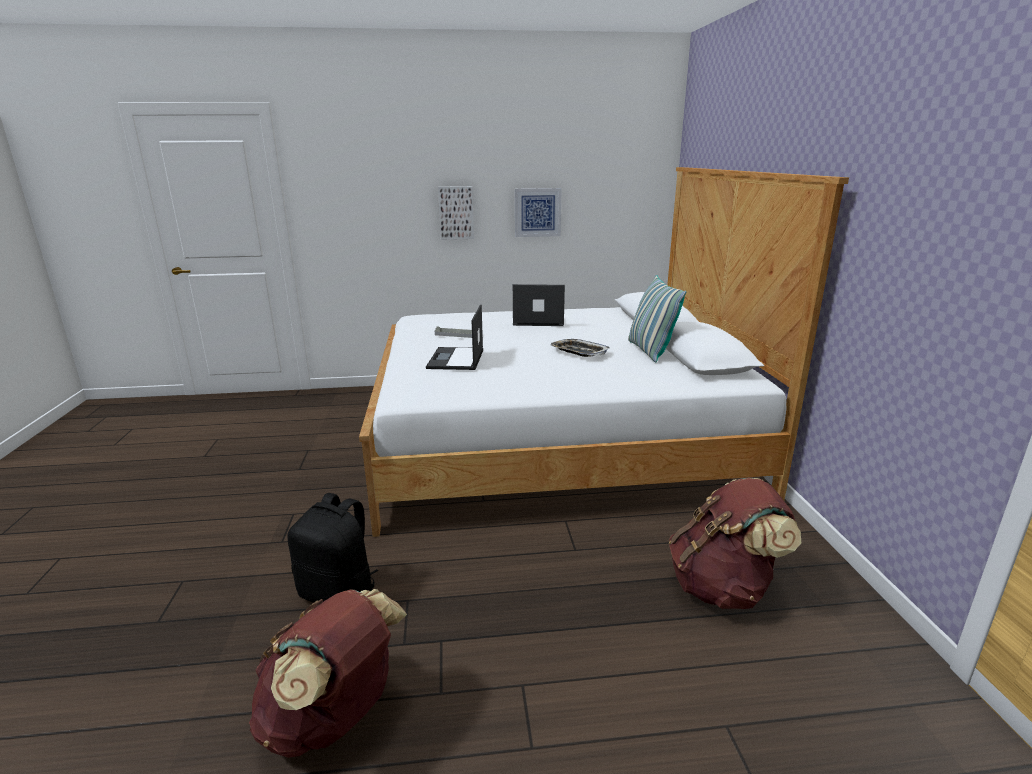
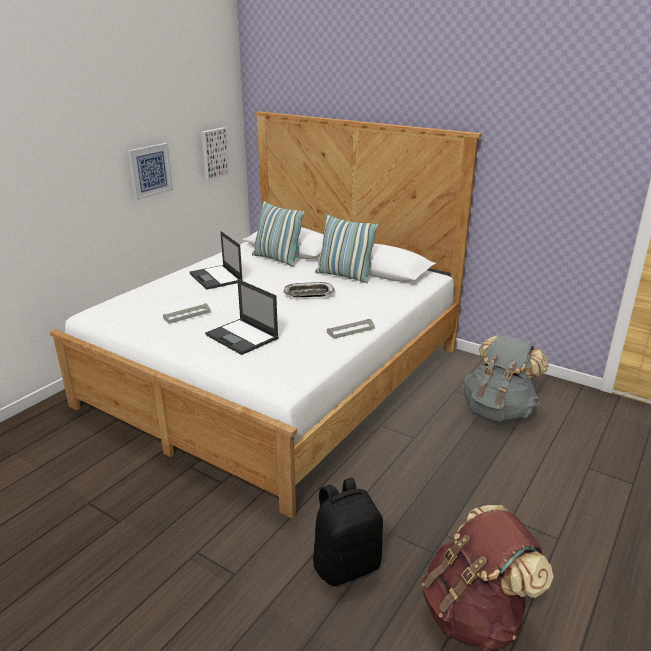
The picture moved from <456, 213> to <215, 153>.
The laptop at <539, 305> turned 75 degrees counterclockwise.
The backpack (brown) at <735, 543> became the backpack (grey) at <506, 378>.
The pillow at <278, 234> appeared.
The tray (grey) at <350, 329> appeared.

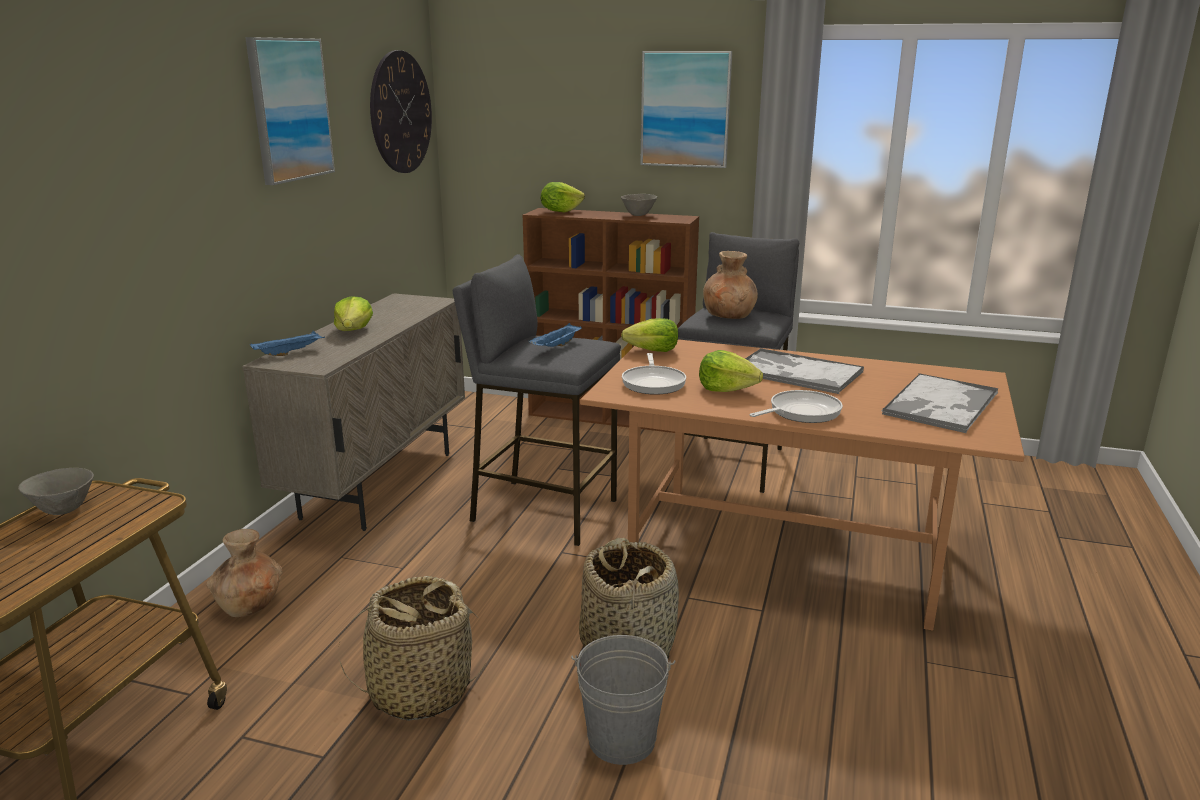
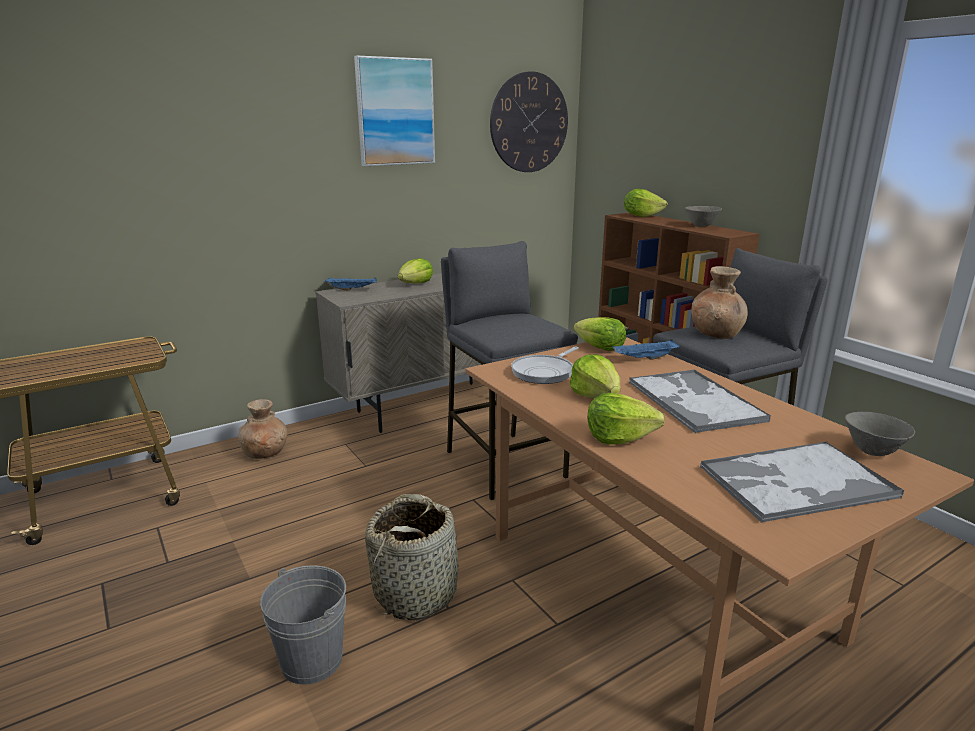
The bowl (grey) moved from <56, 491> to <880, 434>.
The basket at <412, 648> disappeared.
The tray (blue) moved from <555, 335> to <646, 349>.
The picture at <686, 109> disappeared.
The frying pan at <796, 406> was replaced by the lettuce at <626, 419>.

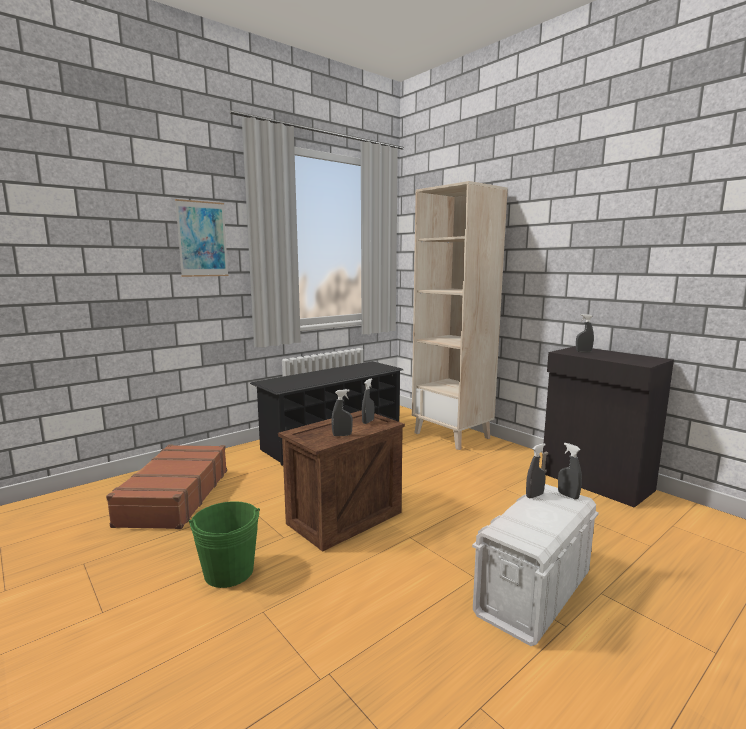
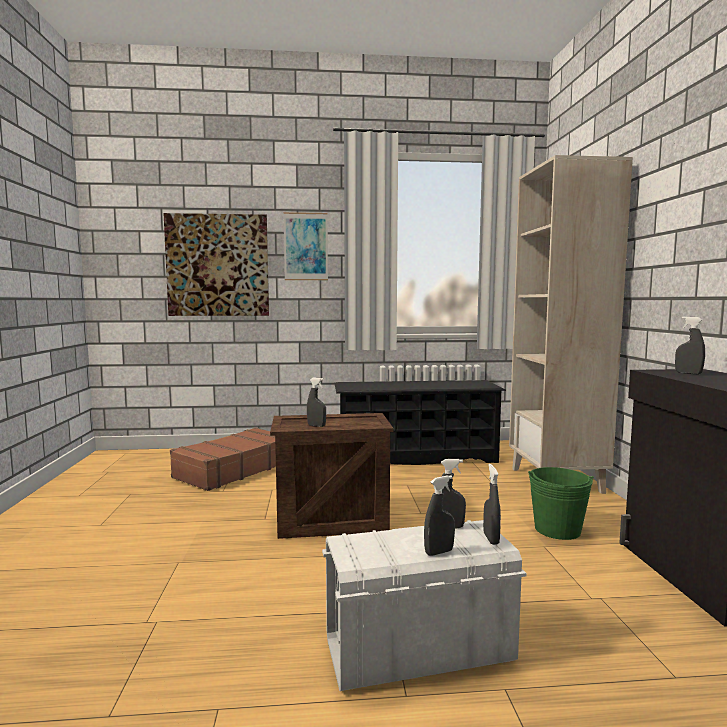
The bucket (green) moved from <224, 544> to <561, 503>.
The spray bottle (grey) moved from <368, 401> to <439, 515>.
The picture at <216, 264> appeared.

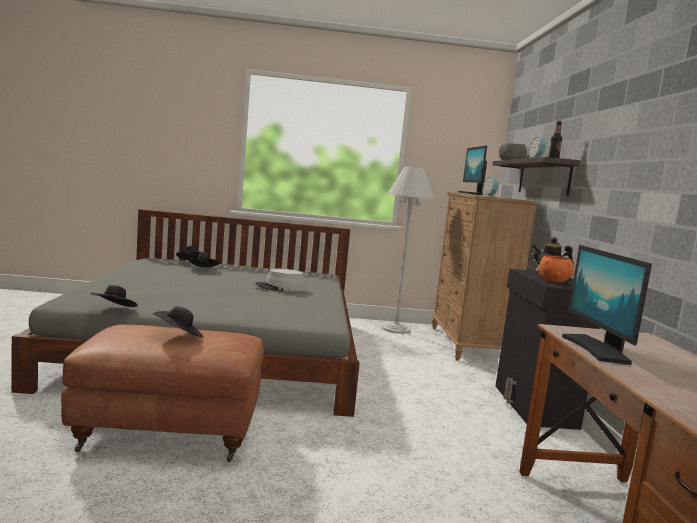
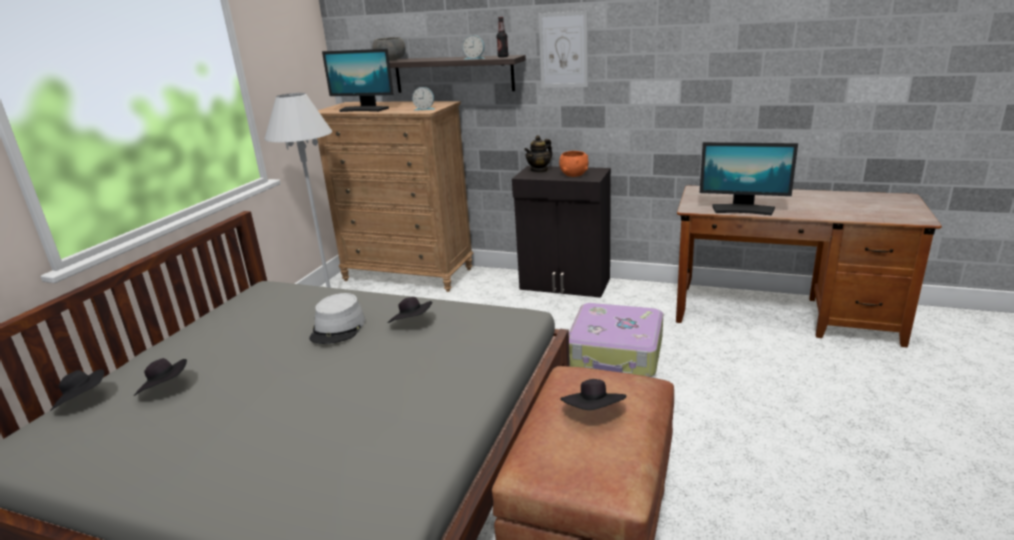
The hat (black) moved from <114, 296> to <410, 310>.
The picture at <563, 49> appeared.
The suitcase at <616, 340> appeared.

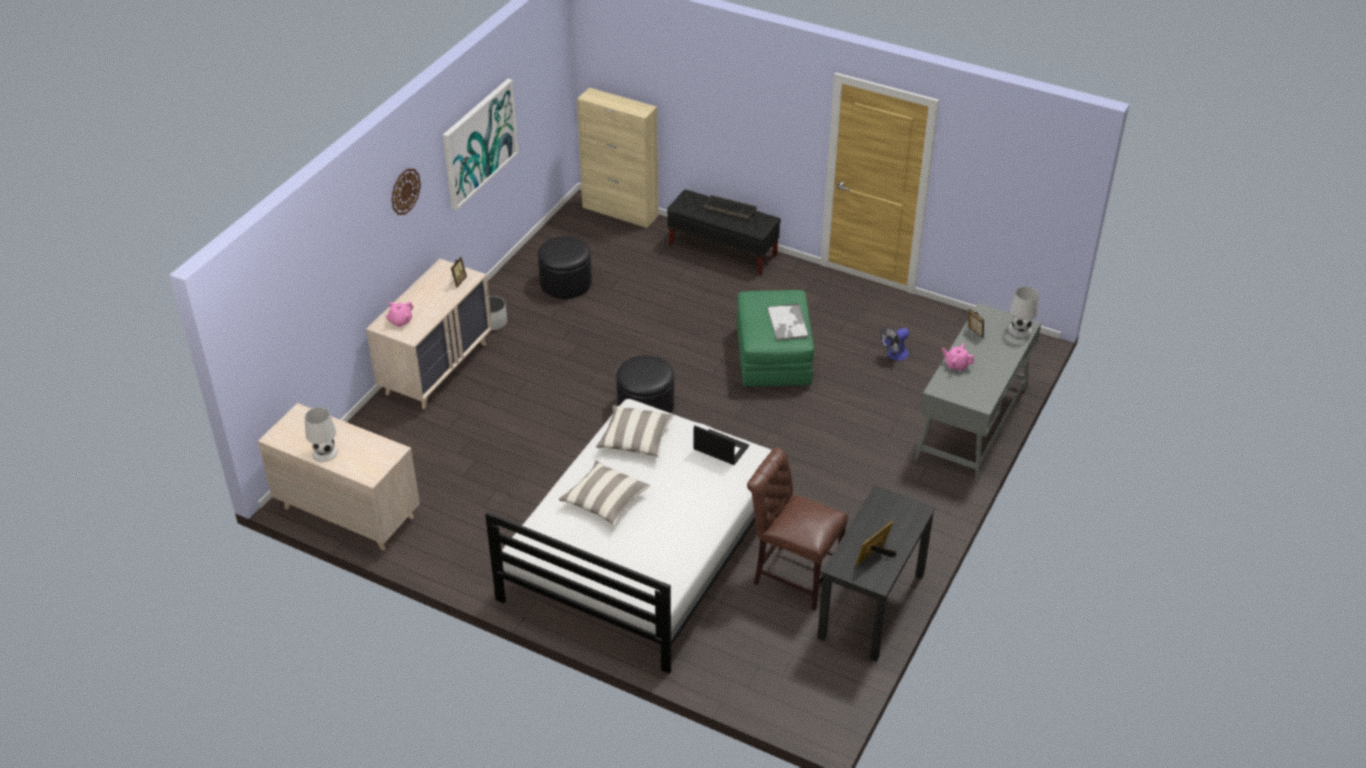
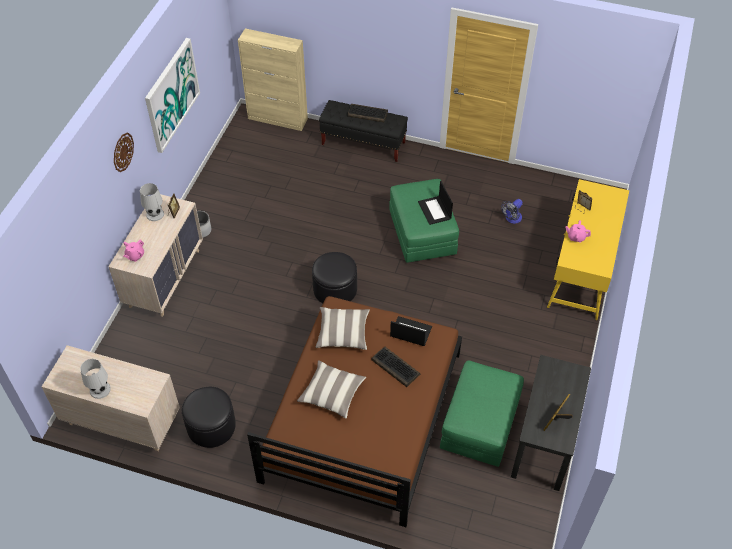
The bed (white) at <628, 536> became the bed (brown) at <354, 411>.
The ottoman (black) moved from <565, 267> to <209, 417>.
The chair (brown) at <797, 528> was replaced by the ottoman (green) at <482, 414>.
The tray at <788, 322> was replaced by the laptop at <435, 203>.
The desk (grey) at <978, 392> became the desk (yellow) at <588, 249>.
The table lamp (white) moved from <1023, 312> to <152, 202>.
The keyboard at <396, 367> appeared.

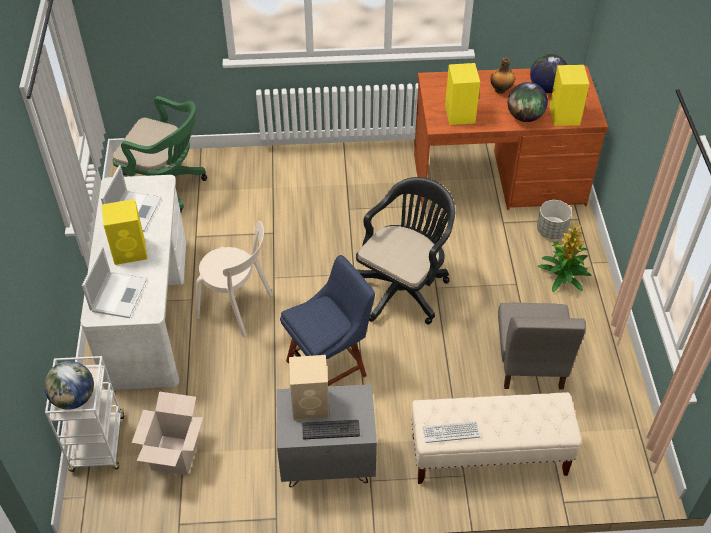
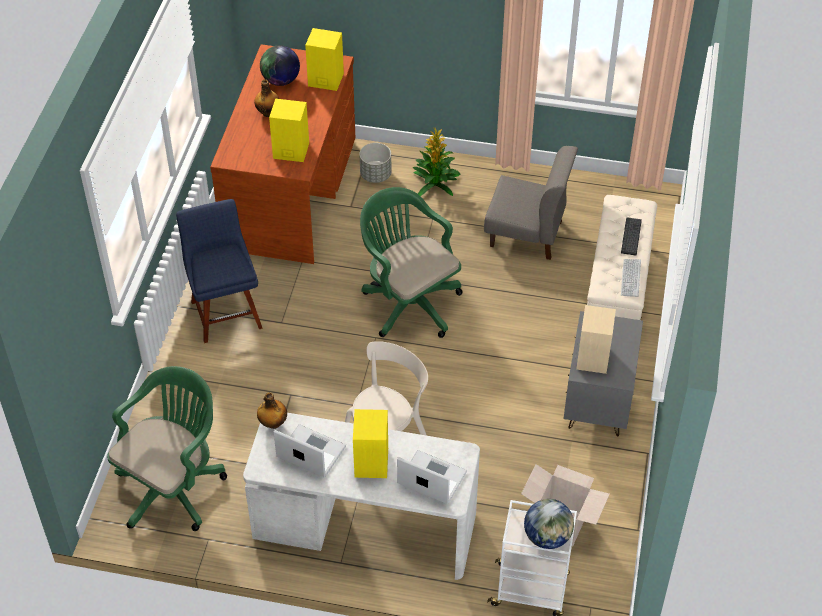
The chair (blue) moved from <327, 320> to <219, 271>.
The keyboard moved from <331, 429> to <631, 236>.
The office chair (black) at <405, 251> became the office chair (green) at <411, 262>.
The globe at <528, 102> disappeared.
The bottle at <272, 410> appeared.

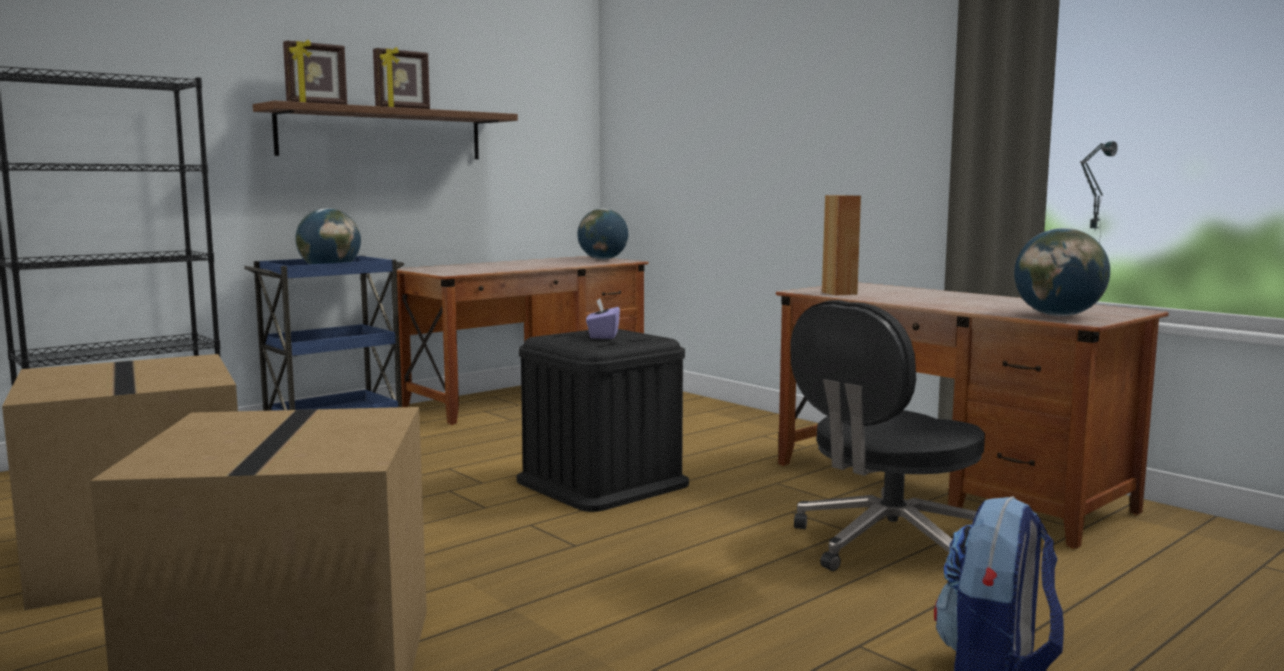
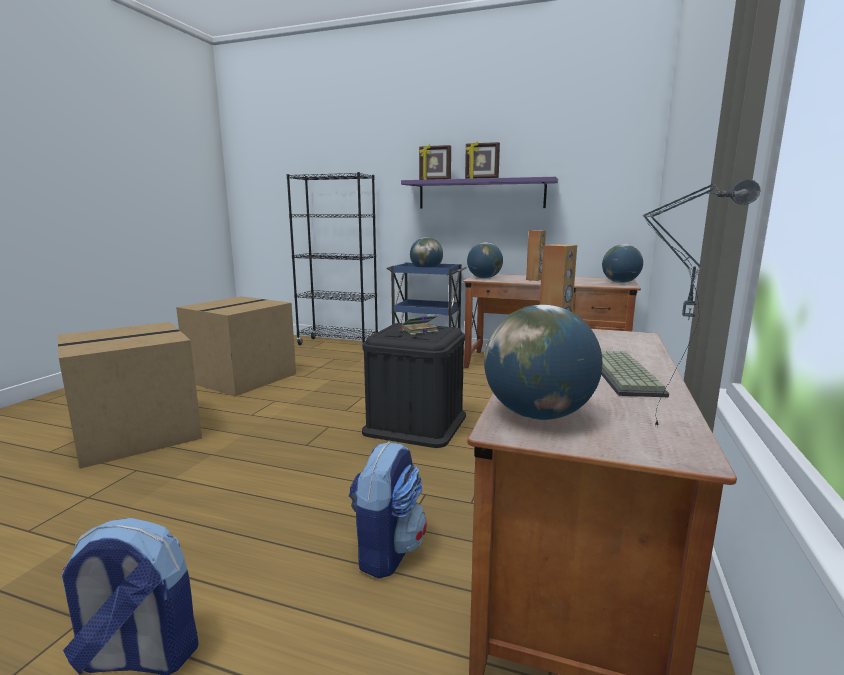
The shelf (brown) at <385, 130> became the shelf (purple) at <479, 193>.
The tissue box (purple) at <603, 318> was replaced by the book at <419, 325>.
The office chair (black) at <888, 435> was replaced by the backpack at <387, 510>.
The globe at <485, 260> appeared.
The speaker (brown) at <536, 255> appeared.
The keyboard at <635, 374> appeared.

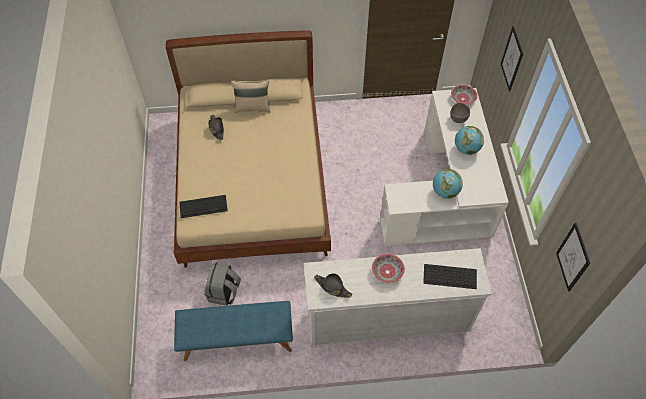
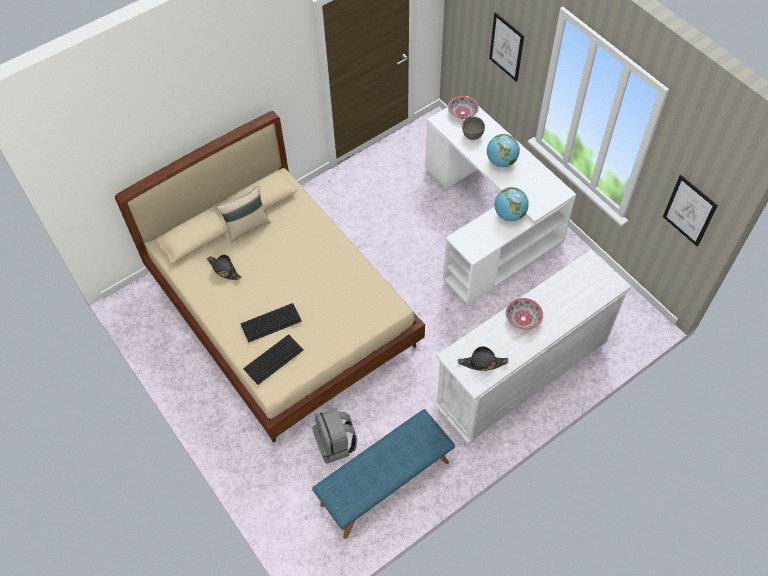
The keyboard moved from <450, 276> to <271, 323>.

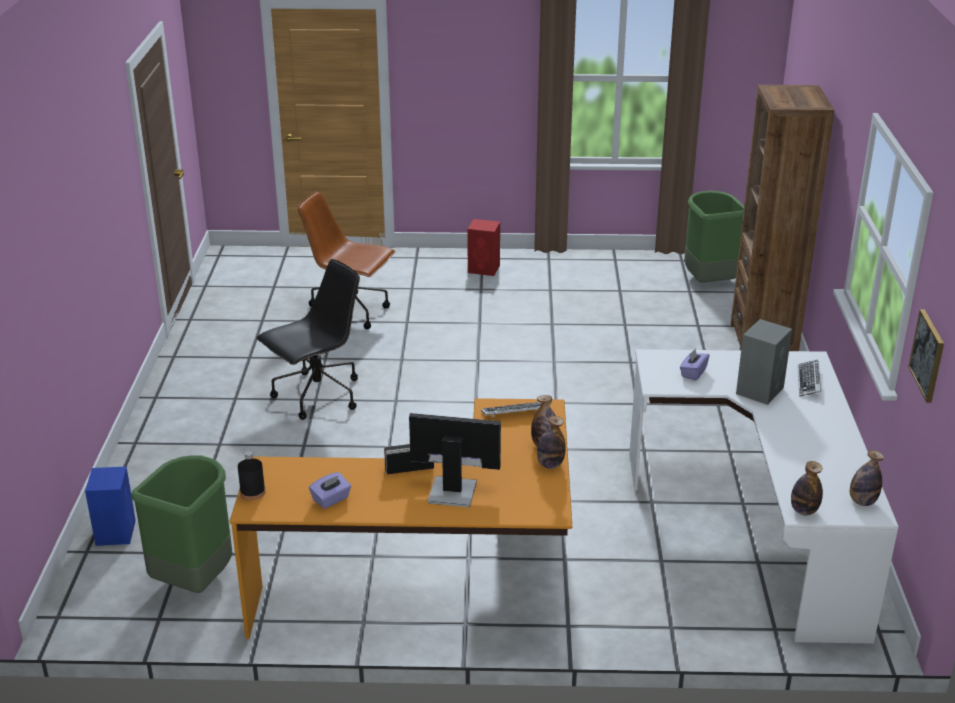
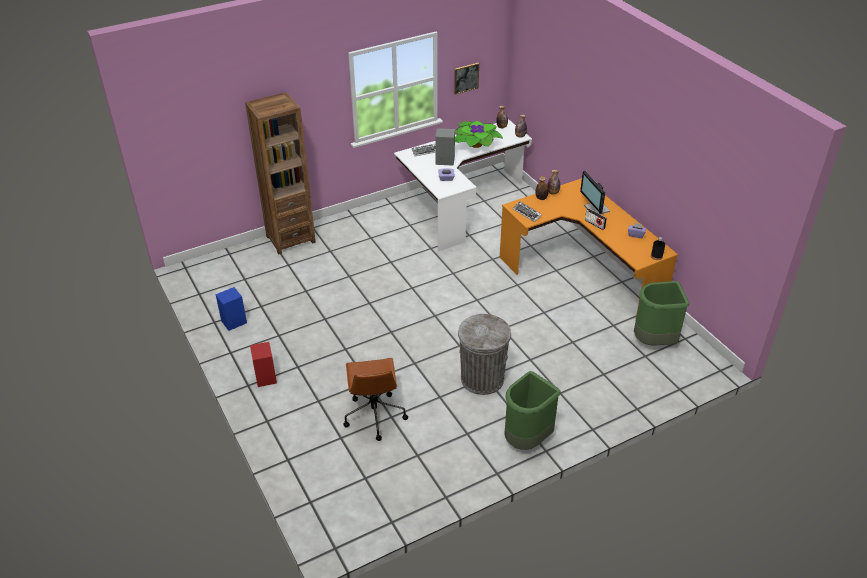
The speaker (blue) moved from <110, 506> to <231, 309>.
The office chair (black) at <308, 339> was replaced by the trash can (grey) at <484, 354>.
The trash can (green) moved from <714, 236> to <532, 410>.
The potted plant at <479, 134> appeared.

